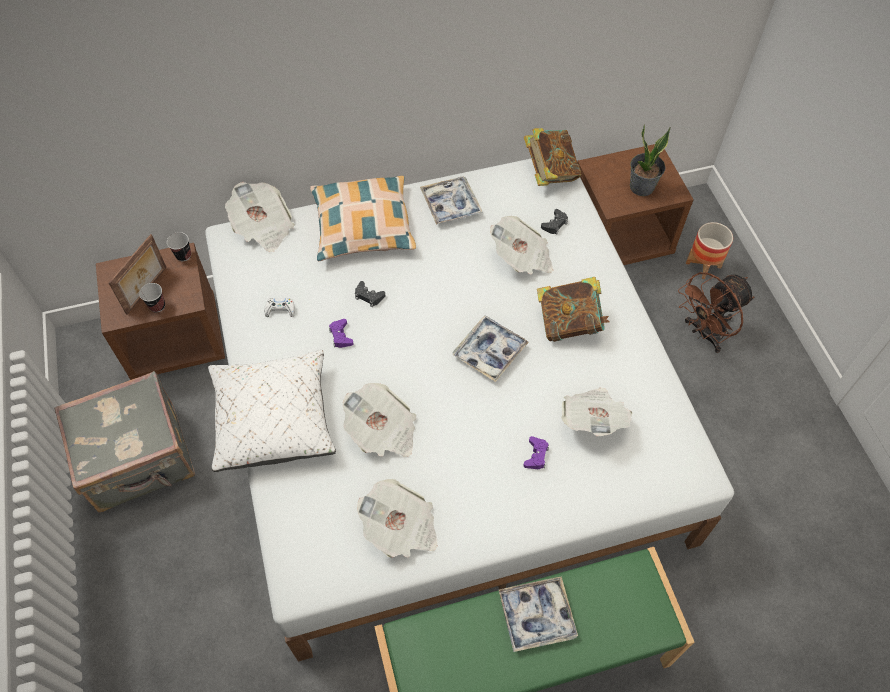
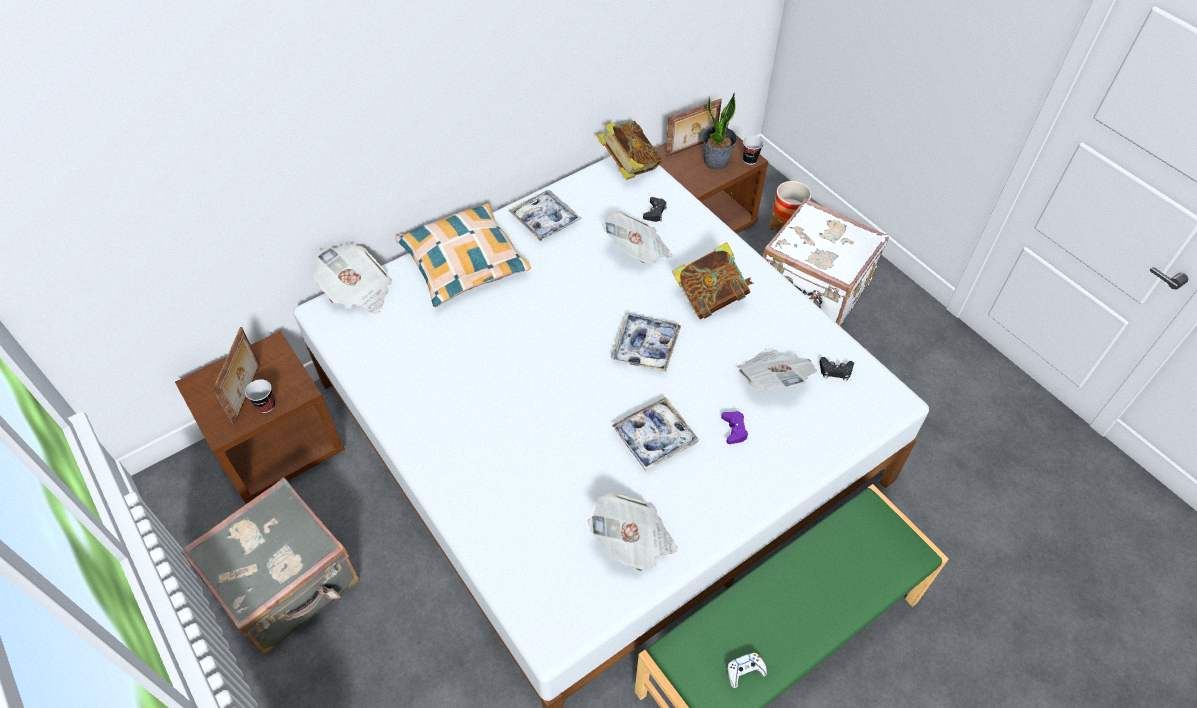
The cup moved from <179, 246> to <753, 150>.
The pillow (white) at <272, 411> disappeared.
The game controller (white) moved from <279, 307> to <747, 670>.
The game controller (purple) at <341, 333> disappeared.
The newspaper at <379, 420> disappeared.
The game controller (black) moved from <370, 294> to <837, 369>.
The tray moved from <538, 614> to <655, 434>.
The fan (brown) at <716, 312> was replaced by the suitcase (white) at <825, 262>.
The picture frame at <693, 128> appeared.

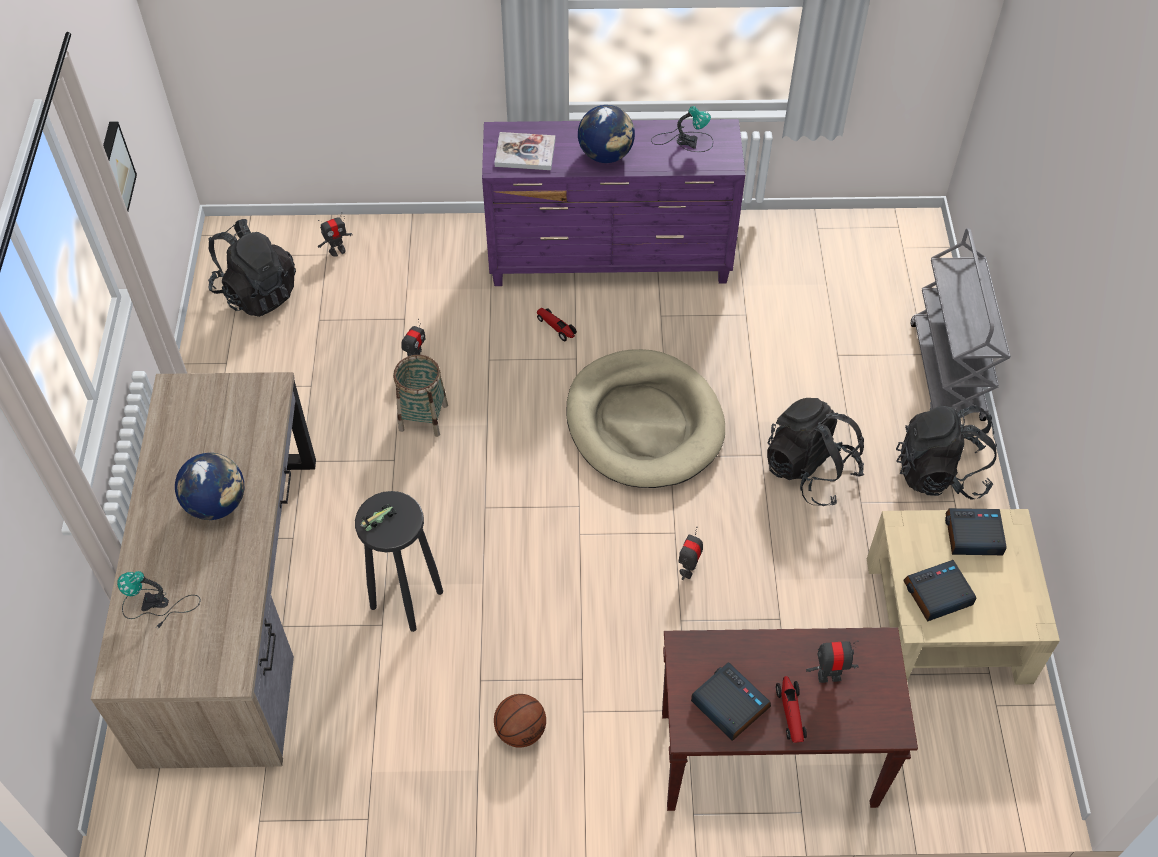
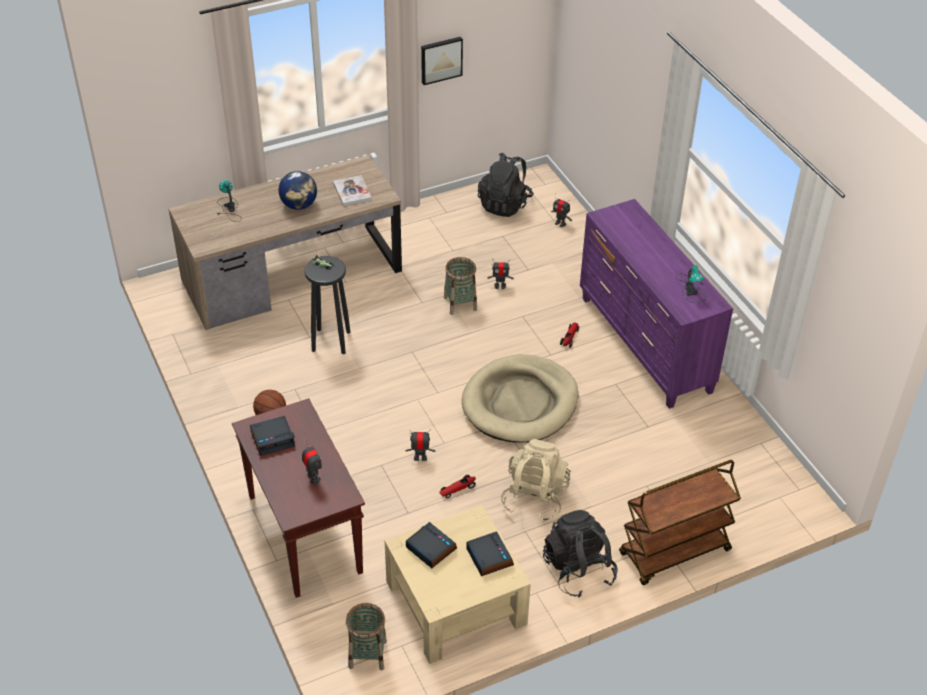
The book moved from <524, 151> to <352, 190>.
The globe at <606, 134> disappeared.
The alarm clock at <731, 701> turned 45 degrees clockwise.
The backpack (black) at <815, 452> became the backpack (beige) at <536, 480>.
The toy car moved from <791, 709> to <458, 486>.
The cart (grey) at <960, 324> became the cart (brown) at <680, 522>.
The basket at <366, 636> appeared.

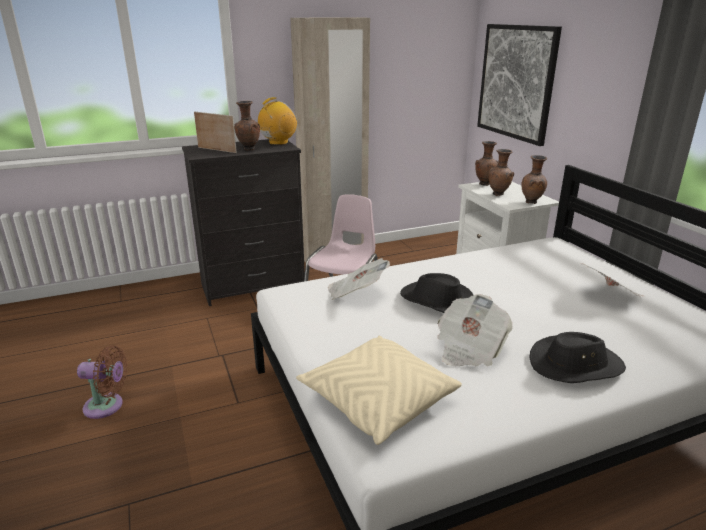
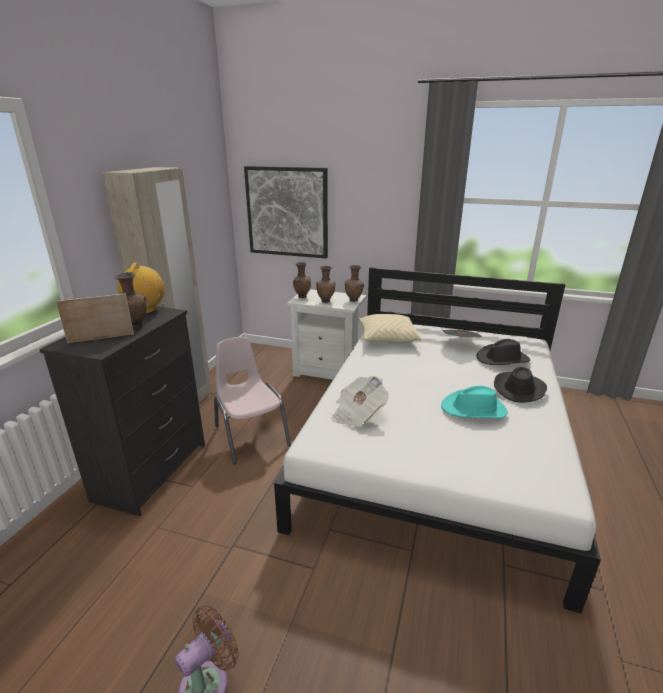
The pillow (beige) moved from <379, 390> to <390, 328>.
The hat (black) moved from <436, 293> to <503, 352>.
The newspaper at <475, 330> was replaced by the hat (turquoise) at <474, 402>.

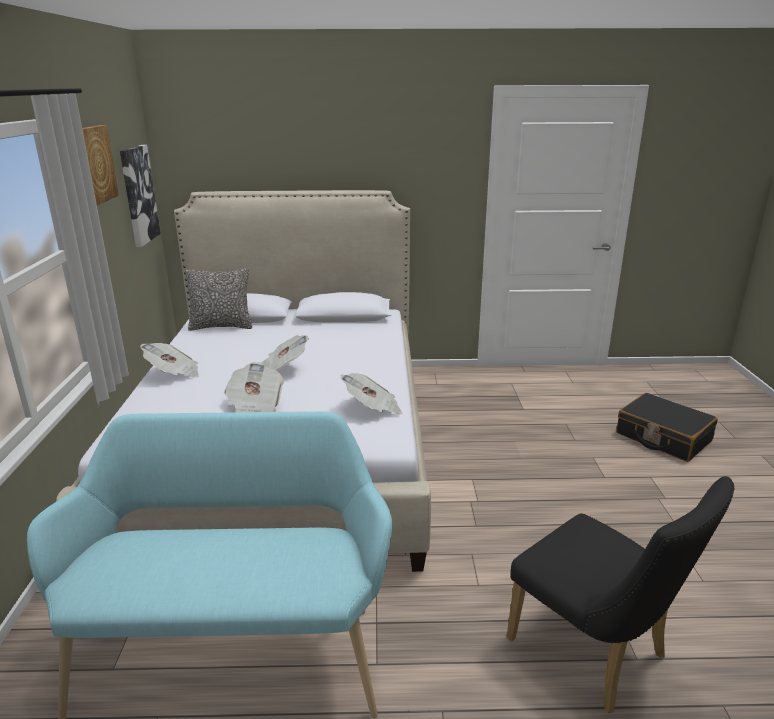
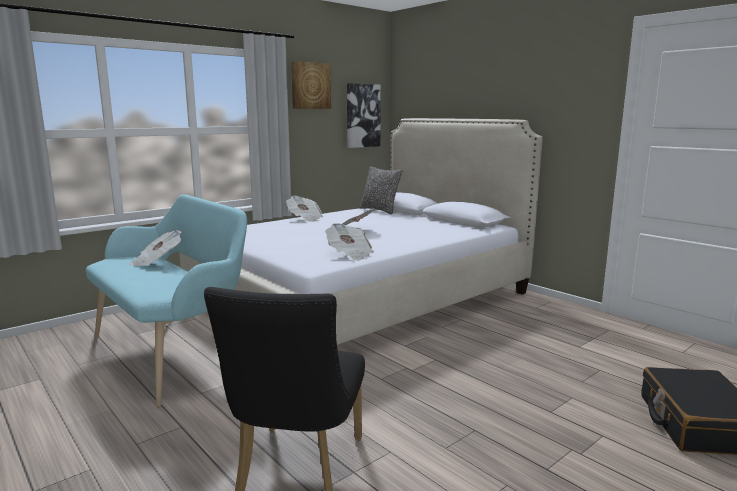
The newspaper moved from <254, 387> to <155, 248>.

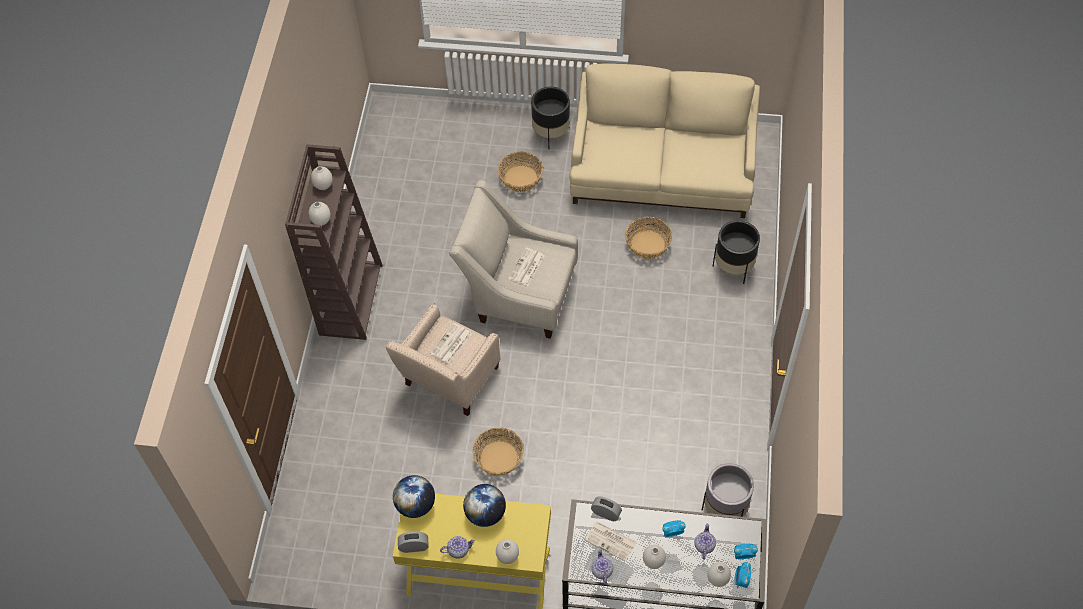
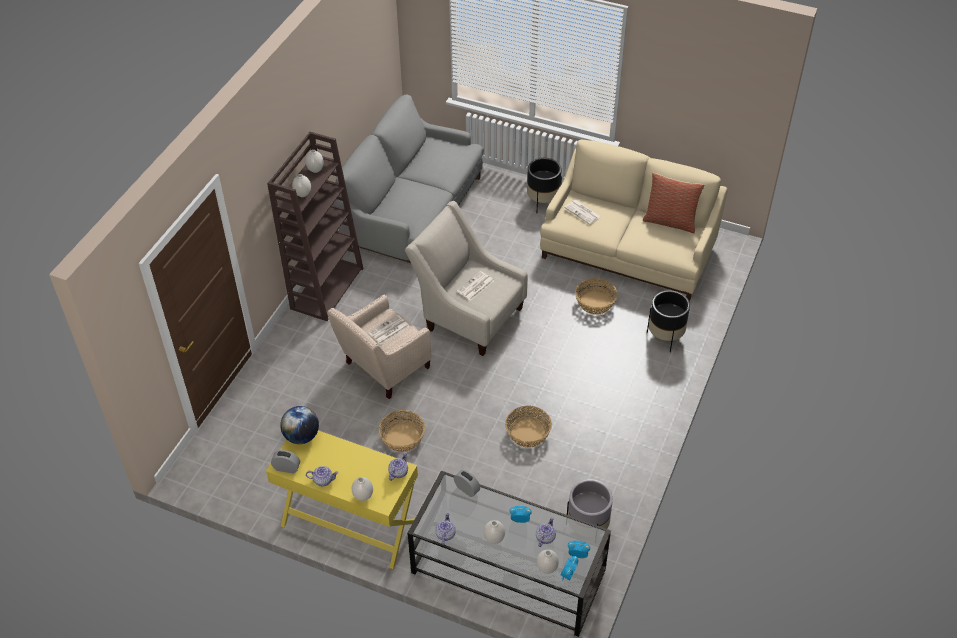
The globe at <484, 505> disappeared.
The basket moved from <520, 171> to <528, 427>.
The newspaper moved from <611, 541> to <582, 212>.
The sofa (grey) at <408, 179> appeared.
The teapot at <398, 466> appeared.
The pillow at <673, 203> appeared.

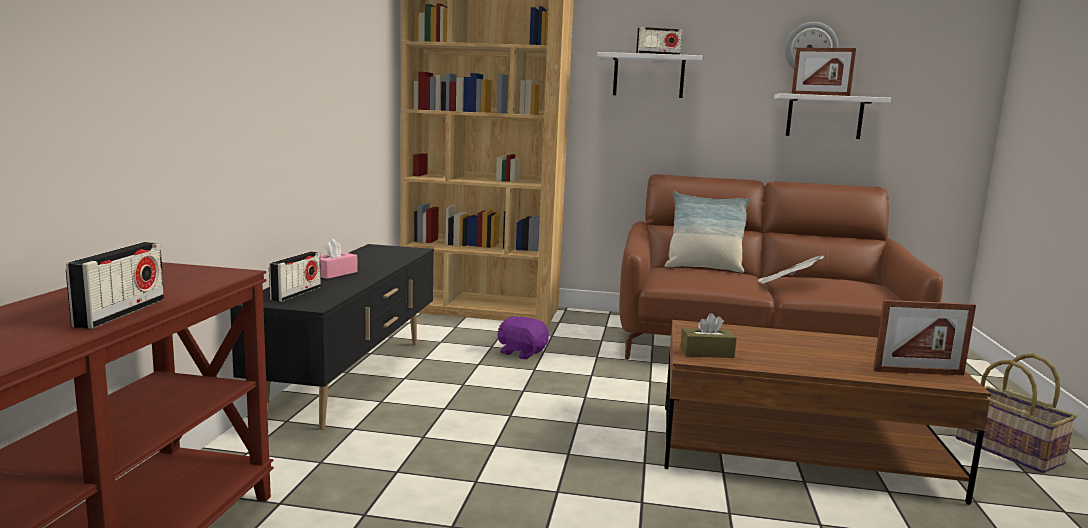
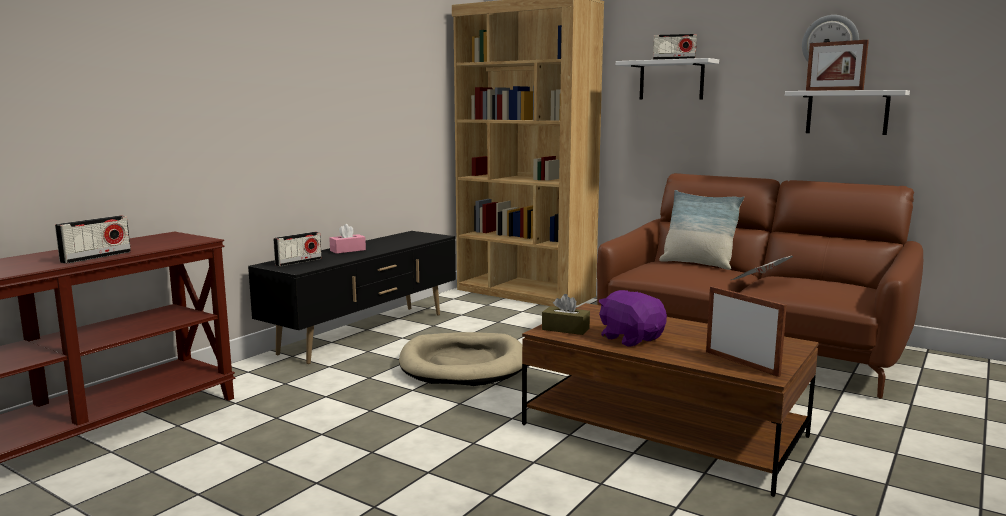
The plush toy (purple) moved from <523, 337> to <633, 318>.
The picture frame at <924, 337> turned 150 degrees counterclockwise.
The basket at <1016, 413> disappeared.
The dog bed (beige) at <460, 359> appeared.

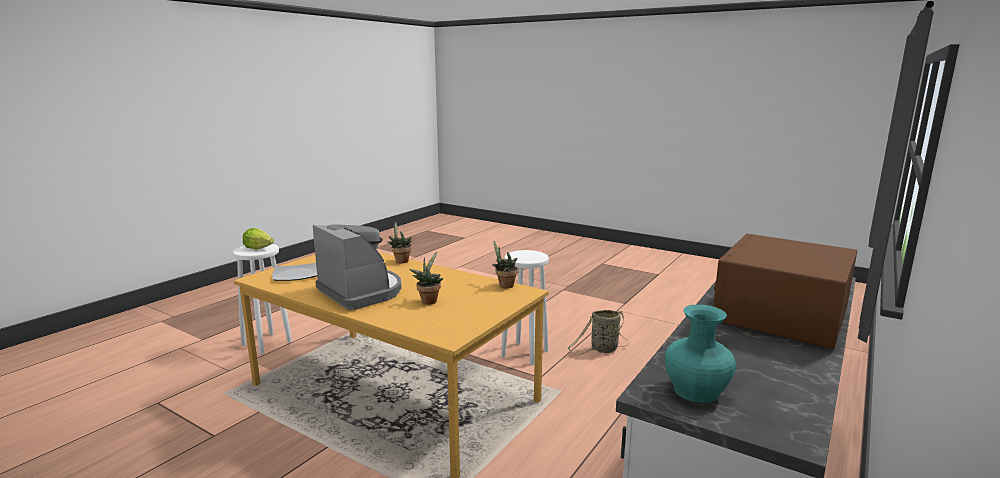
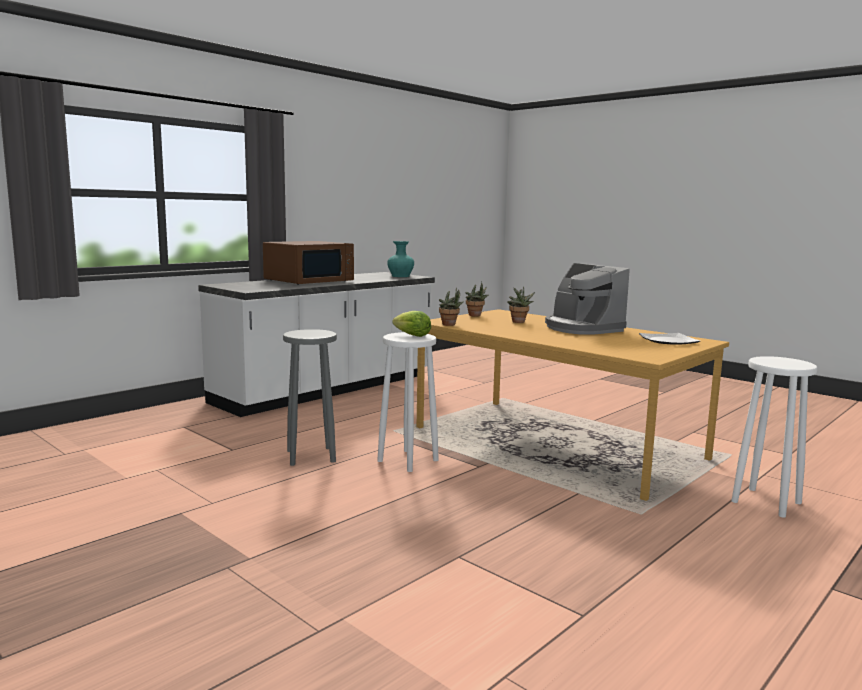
The lettuce moved from <258, 238> to <411, 324>.
The potted plant moved from <399, 242> to <476, 299>.
The basket at <599, 332> was replaced by the stool (grey) at <310, 397>.

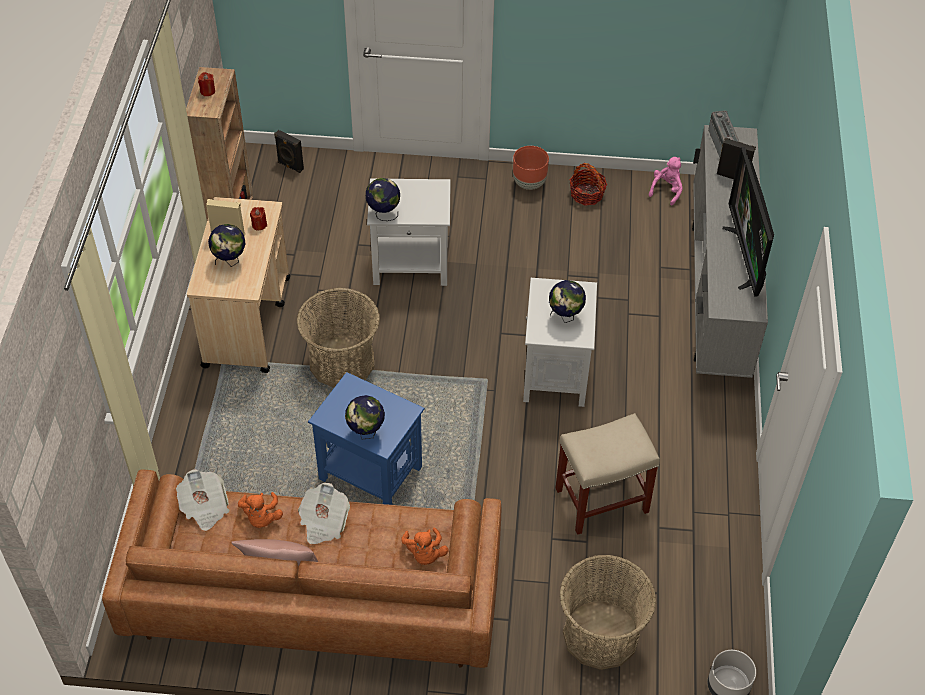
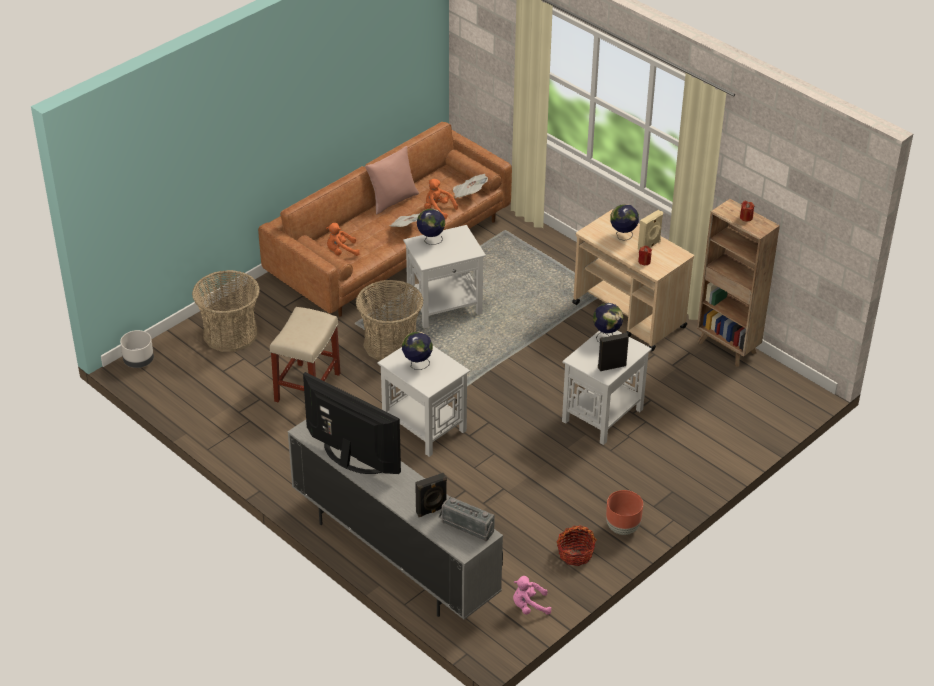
The speaker (black) moved from <289, 151> to <613, 351>.
The basket moved from <338, 338> to <389, 320>.
The side table (blue) at <366, 438> became the side table (white) at <444, 276>.
The plush toy (orange) at <425, 546> turned 45 degrees counterclockwise.
The plush toy (pink) at <666, 181> turned 105 degrees clockwise.

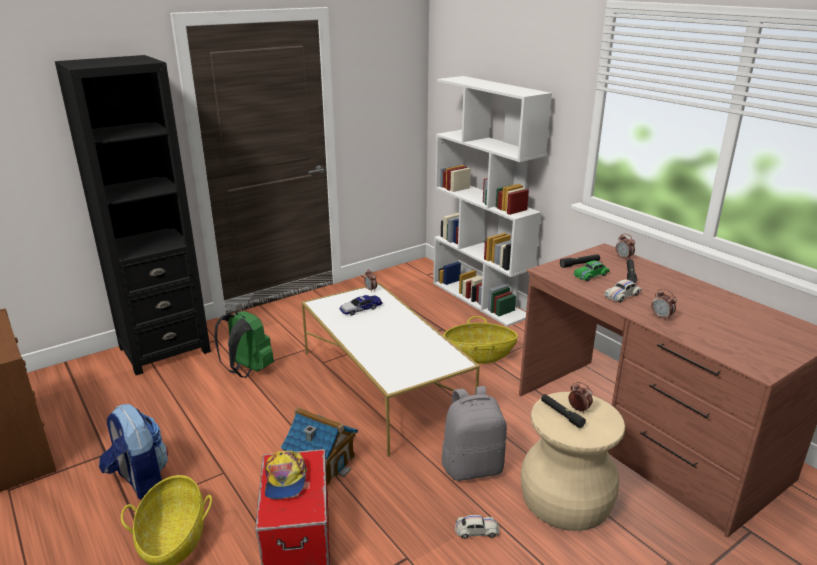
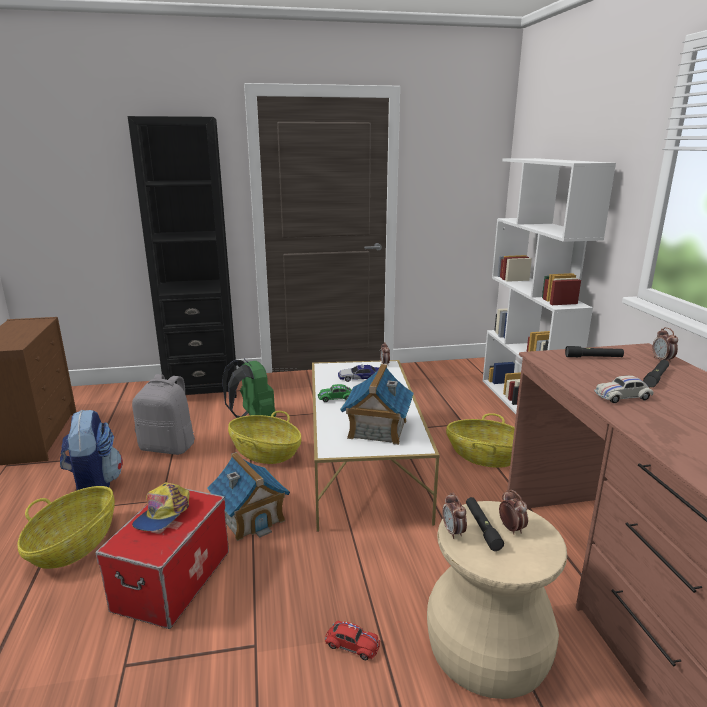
The backpack (grey) moved from <474, 433> to <163, 414>.
The toy car (white) at <477, 527> became the toy car (red) at <352, 640>.
The toy car (green) moved from <591, 271> to <335, 393>.
The alarm clock moved from <664, 305> to <454, 516>.
The basket at <264, 437> appeared.
The toy house at <377, 404> appeared.

